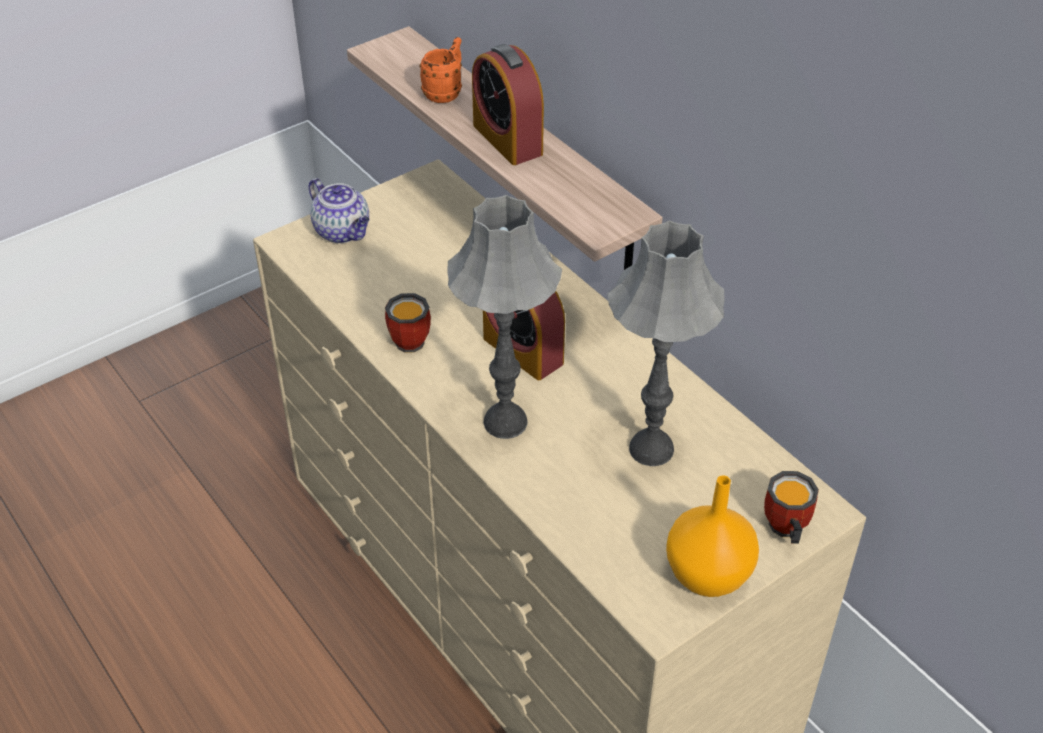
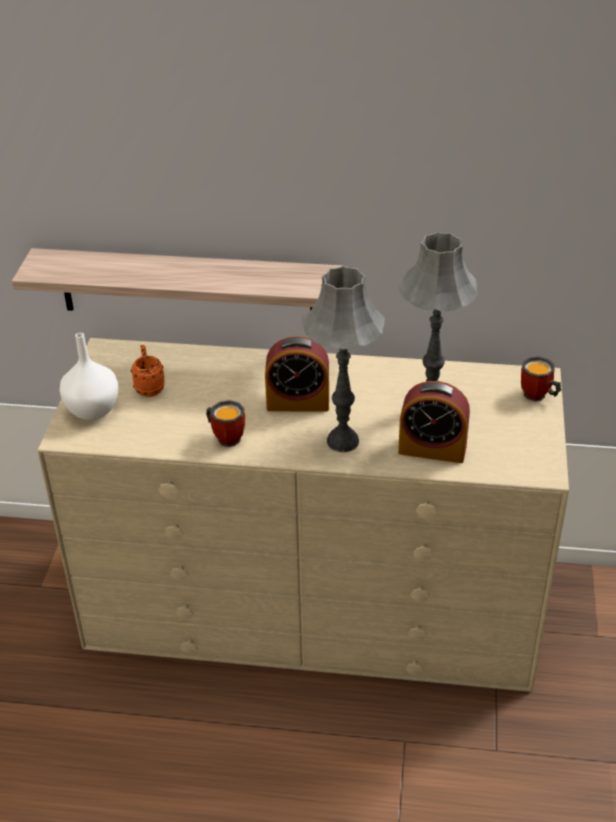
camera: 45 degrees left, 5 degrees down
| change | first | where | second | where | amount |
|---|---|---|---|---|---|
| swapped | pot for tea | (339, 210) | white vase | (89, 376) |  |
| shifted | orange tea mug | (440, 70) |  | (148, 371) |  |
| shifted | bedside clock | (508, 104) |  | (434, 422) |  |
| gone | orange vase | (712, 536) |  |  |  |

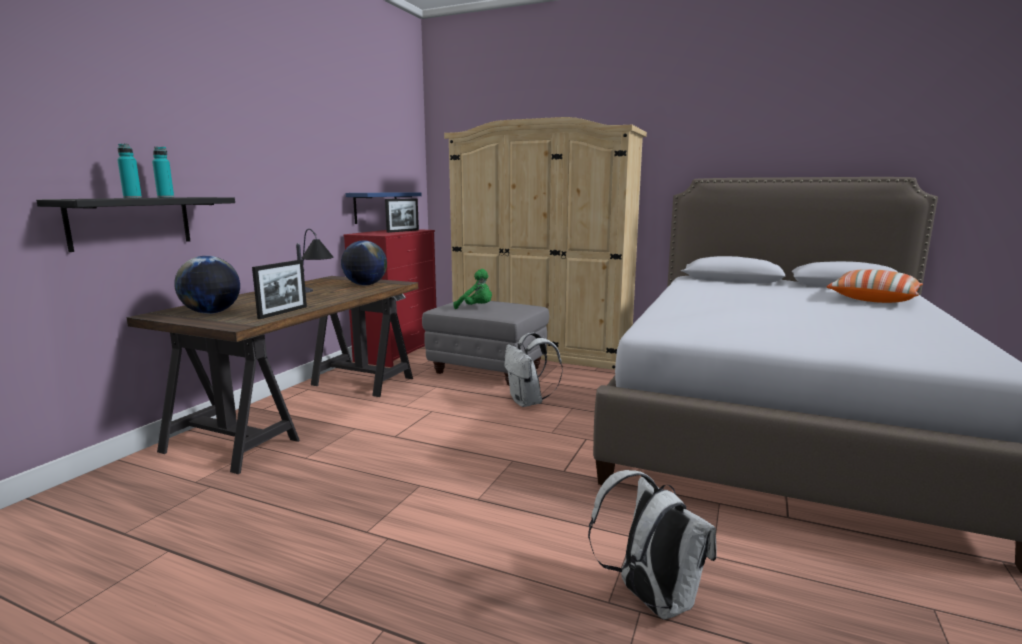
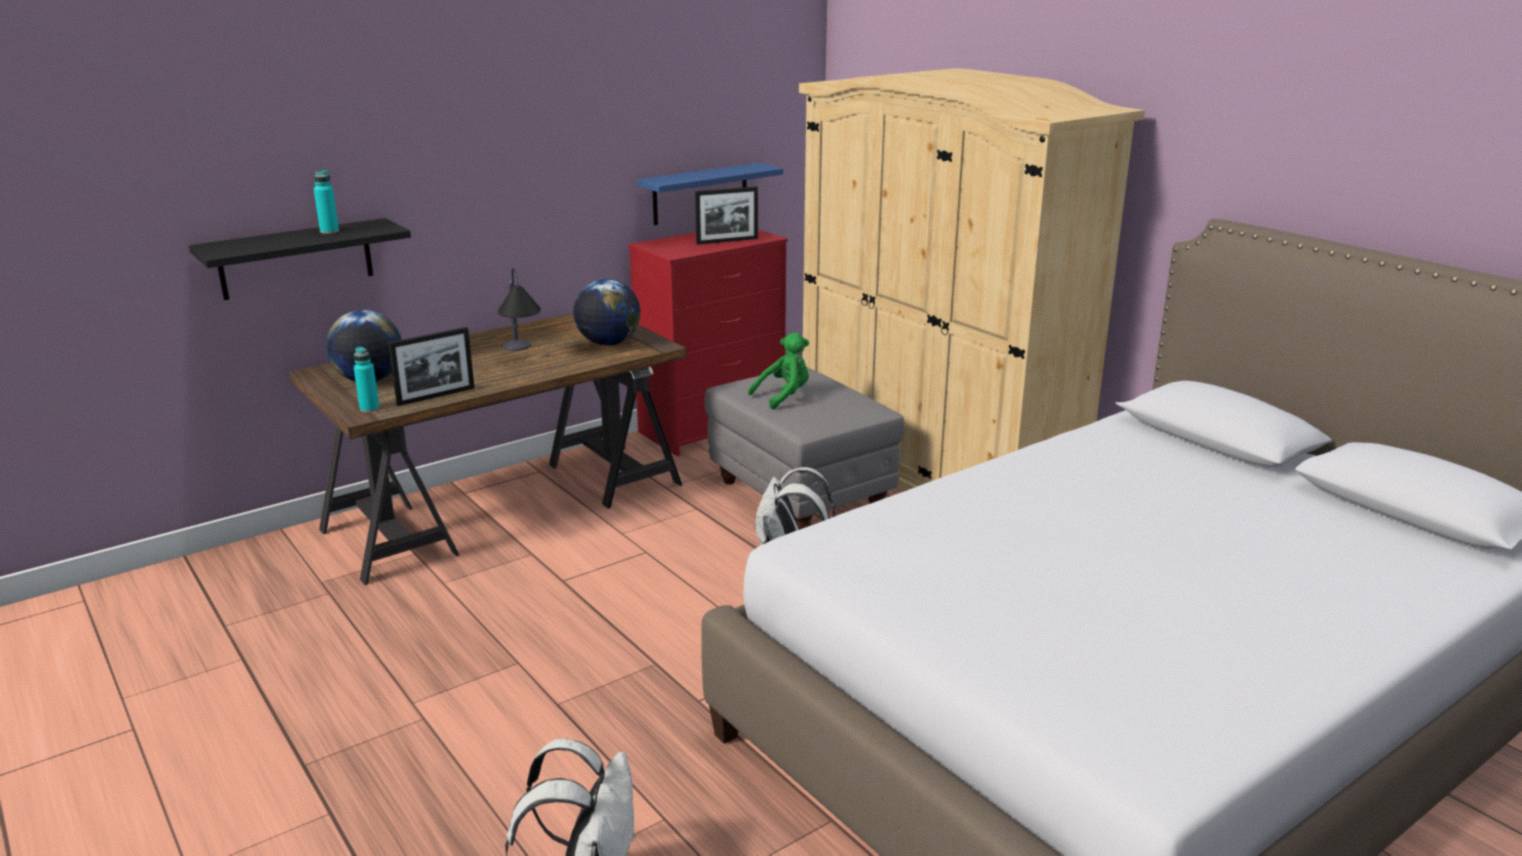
camera: 30 degrees right, 10 degrees up
| change | first | where | second | where | amount |
|---|---|---|---|---|---|
| shifted | blue-green beverage bottle | (129, 171) |  | (367, 379) |  |
| rotated | greenish plush toy | (472, 289) |  | (778, 371) | 90 degrees counterclockwise |
| gone | pillow | (875, 286) |  |  |  |

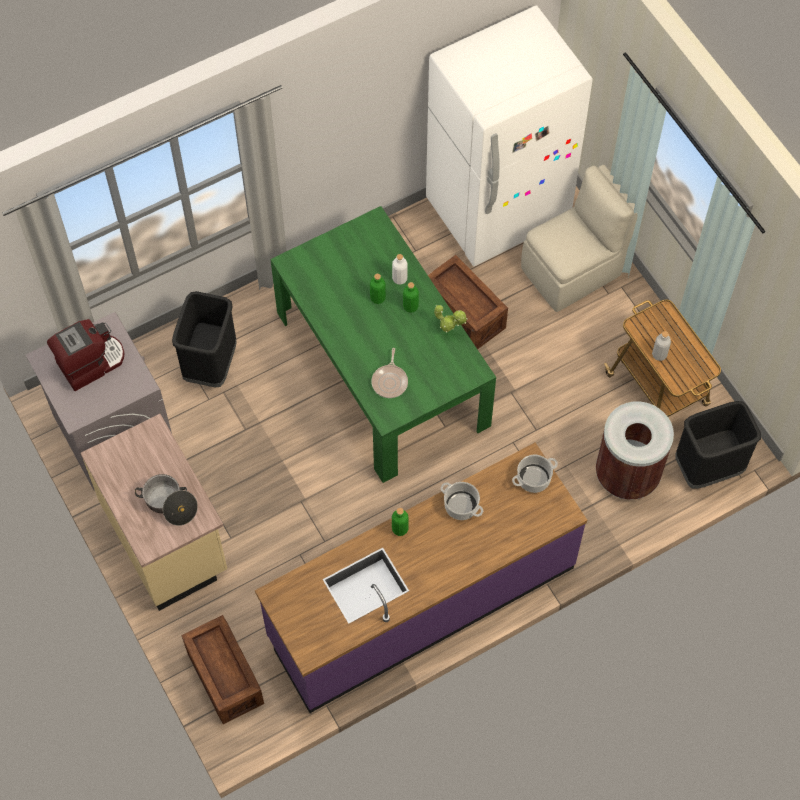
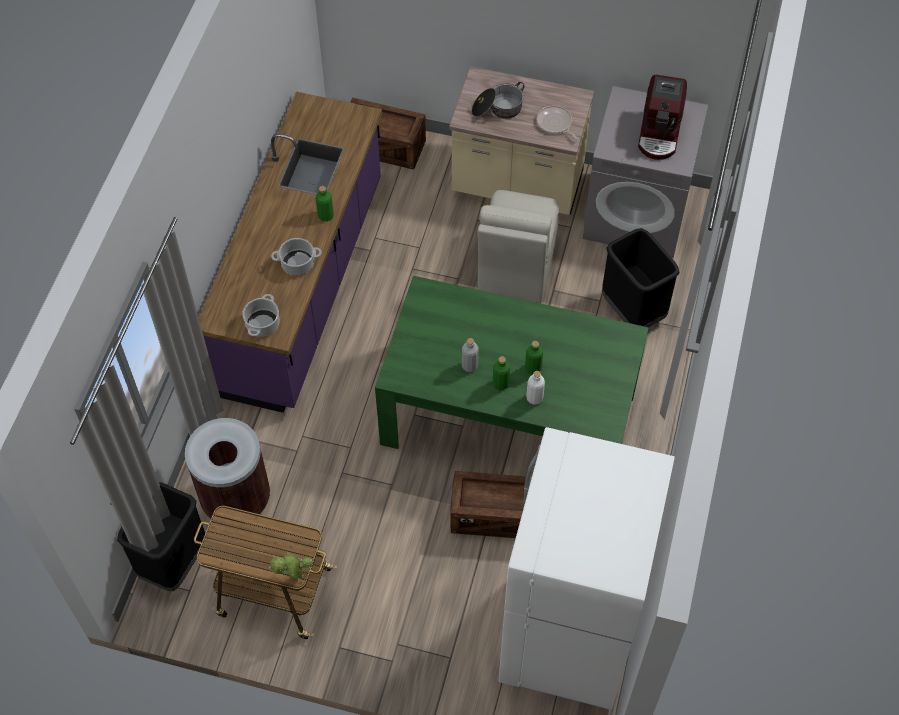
camera: 135 degrees right, 5 degrees down
| change | first | where | second | where | amount |
|---|---|---|---|---|---|
| shifted | pan | (389, 373) |  | (558, 123) |  |
| shifted | plant in a pot | (451, 319) |  | (291, 566) |  |
| shifted | beige-coloured chair | (579, 238) |  | (518, 247) |  |
| shifted | grey beverage bottle | (661, 346) |  | (470, 355) |  |

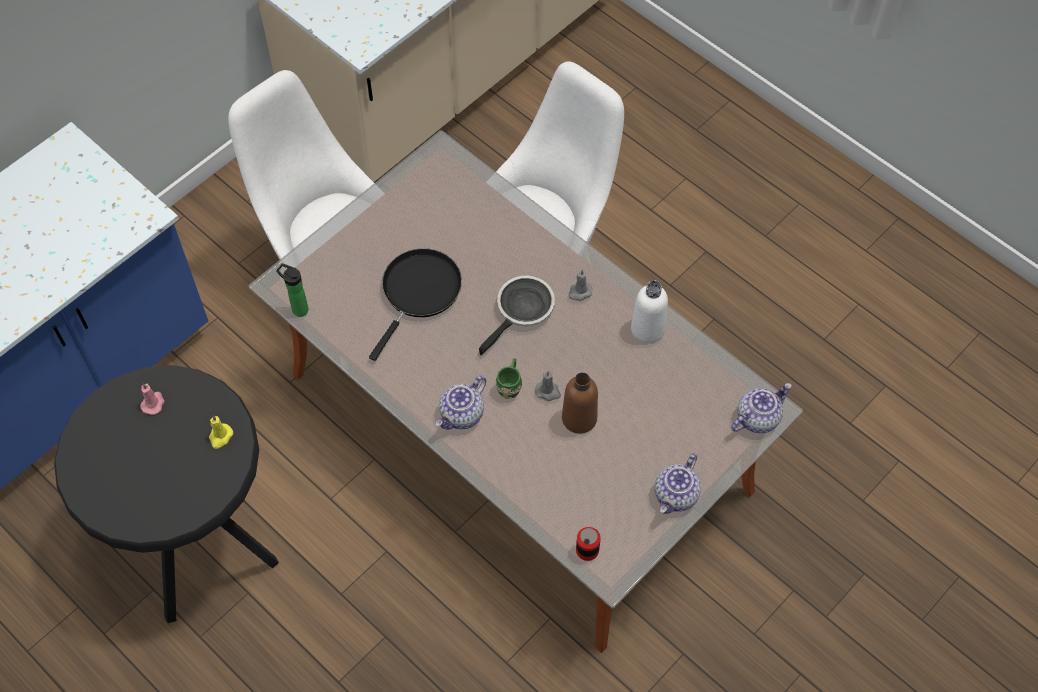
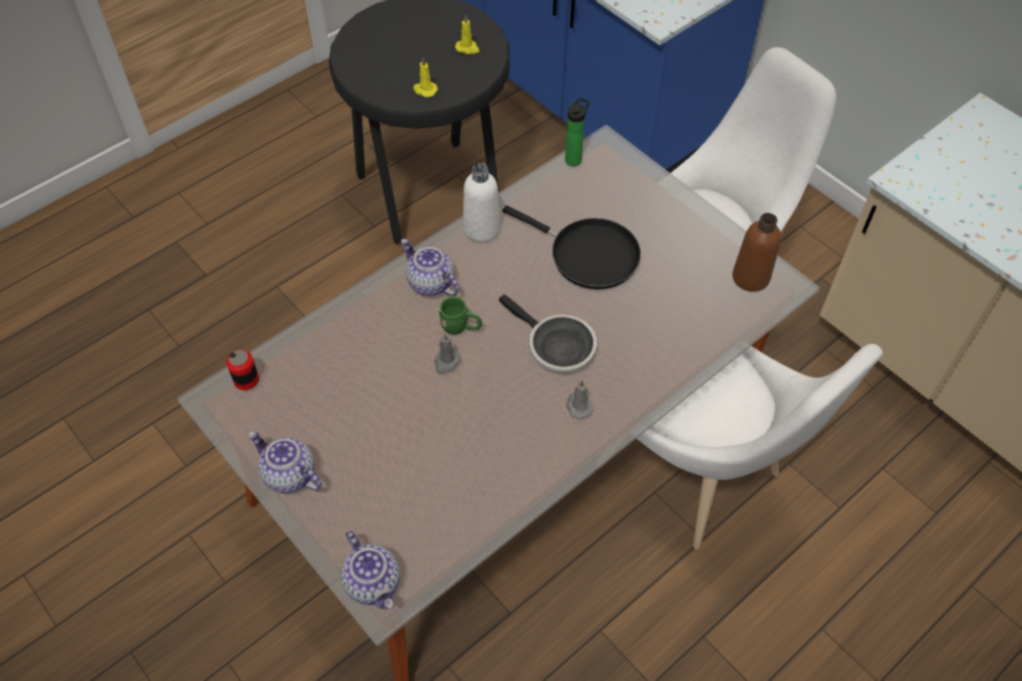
camera: 95 degrees right, 5 degrees down
| change | first | where | second | where | amount |
|---|---|---|---|---|---|
| repainted | pink-coloured wax light | (152, 399) | yellow-coloured wax light | (467, 34) |  |
| shifted | brown-coloured beverage bottle | (580, 403) |  | (757, 252) |  |
| shifted | white beverage bottle | (649, 311) |  | (481, 202) |  |

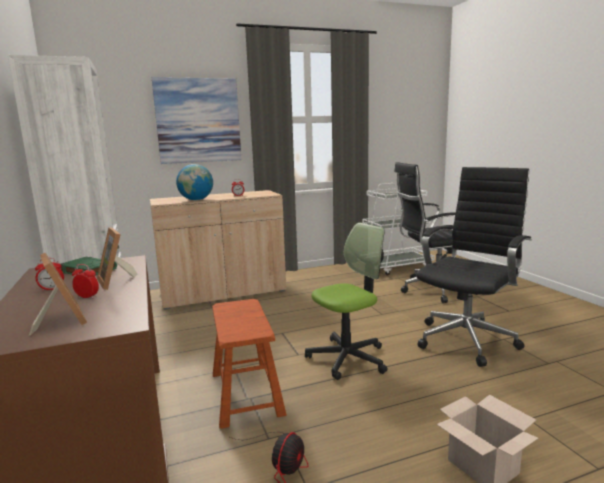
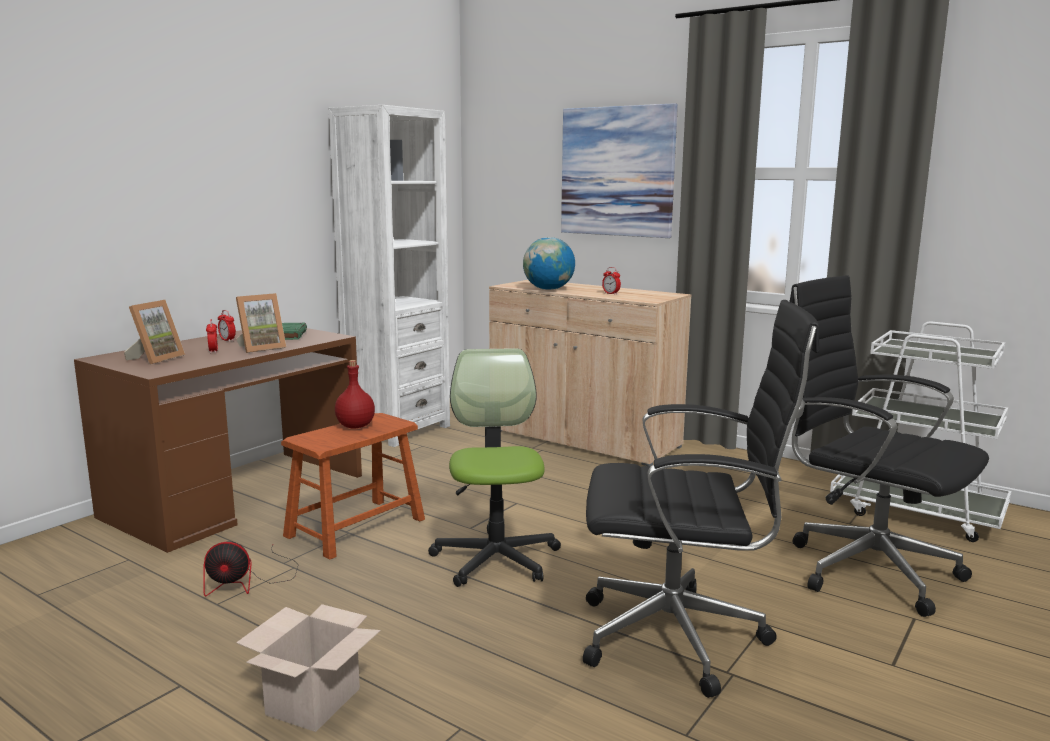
camera: 55 degrees right, 0 degrees up
| change | first | where | second | where | amount |
|---|---|---|---|---|---|
| rotated | picture frame | (117, 258) |  | (261, 323) | 150 degrees counterclockwise |
| rotated | computer chair | (346, 301) |  | (494, 467) | 120 degrees counterclockwise |
| new |  |  | red beverage bottle | (355, 394) |  |

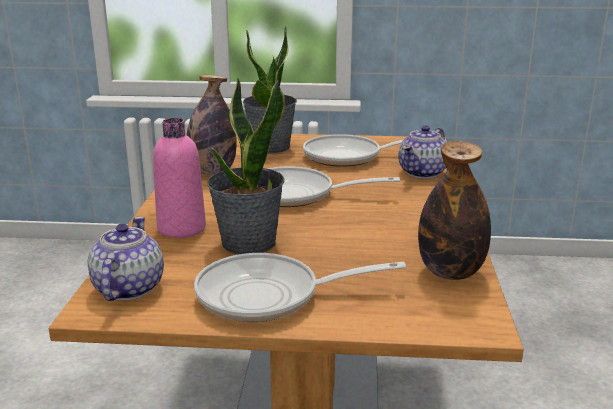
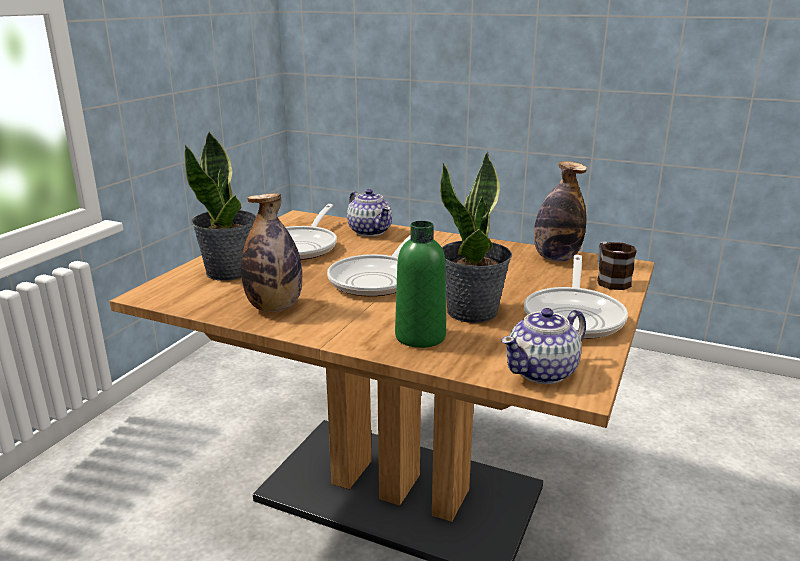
camera: 70 degrees left, 0 degrees up
| change | first | where | second | where | amount |
|---|---|---|---|---|---|
| rotated | pot for tea | (126, 258) |  | (543, 346) | 60 degrees counterclockwise |
| repainted | pink-coloured beverage bottle | (179, 178) | greenish beverage bottle | (420, 284) |  |
| new |  |  | tea mug | (617, 265) |  |

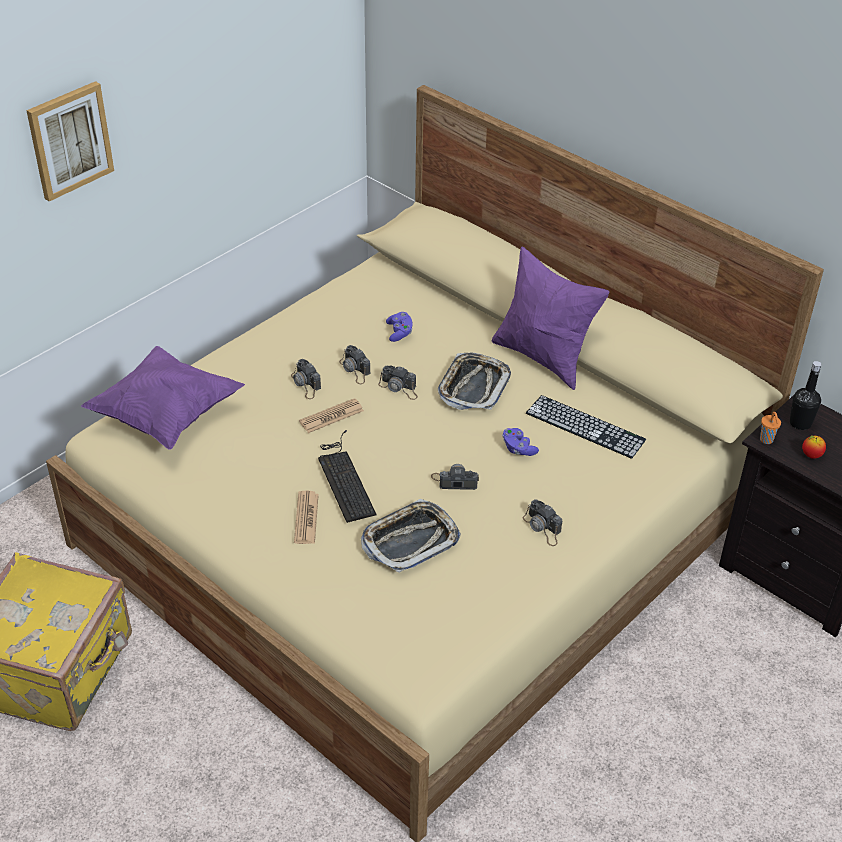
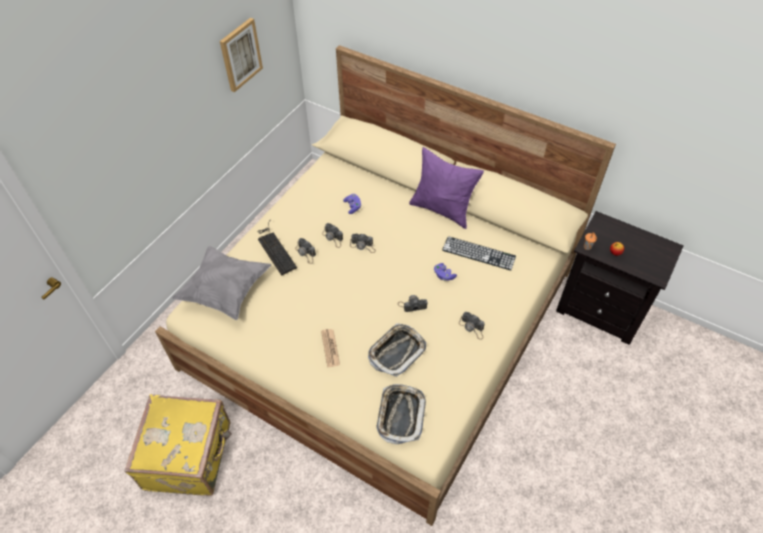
camera: 10 degrees left, 10 degrees up
| change | first | where | second | where | amount |
|---|---|---|---|---|---|
| shifted | wall picture | (70, 141) |  | (241, 55) |  |
| repainted | purplish pillow | (163, 398) | grey pillow | (221, 283) |  |
| gone | printed paper | (331, 415) |  |  |  |
| shifted | PC keyboard | (347, 476) |  | (277, 247) |  |
| shifted | tray | (474, 381) |  | (401, 414) |  |
| gone | black-coloured beverage bottle | (806, 395) |  |  |  |

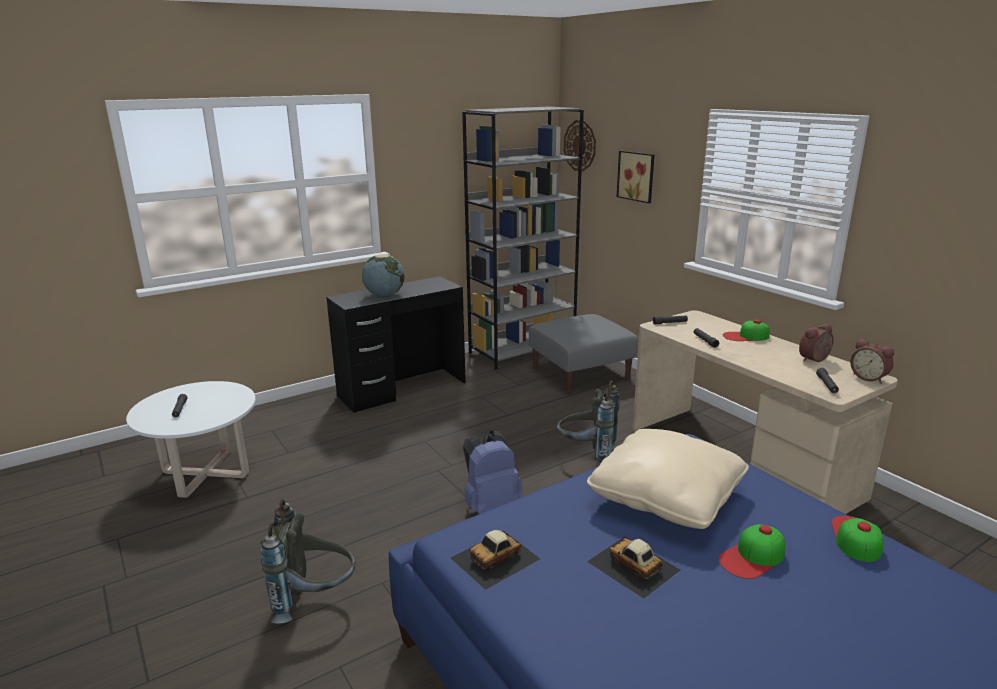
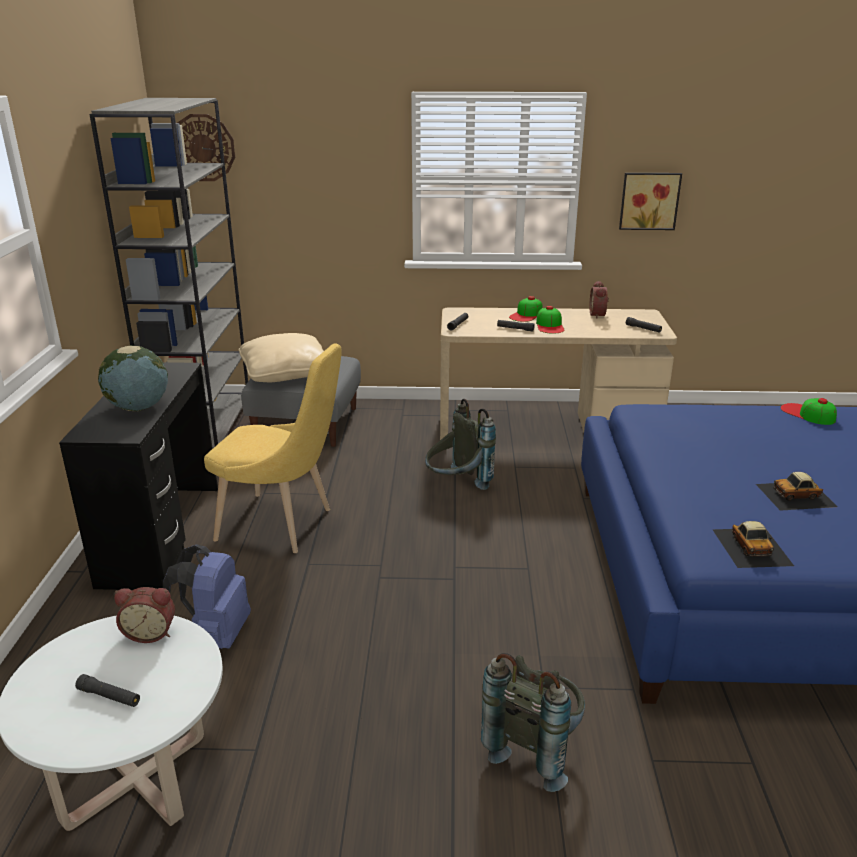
camera: 55 degrees left, 5 degrees up
| change | first | where | second | where | amount |
|---|---|---|---|---|---|
| shifted | blue-coloured knapsack | (493, 472) |  | (207, 596) |  |
| shifted | beige-coloured pillow | (668, 479) |  | (281, 357) |  |
| shifted | wall picture | (636, 177) |  | (650, 201) |  |
| shifted | cap | (752, 551) |  | (550, 320) |  |
| shifted | bedside clock | (872, 361) |  | (144, 615) |  |
| new |  |  | yellow-coloured chair | (273, 448) |  |

